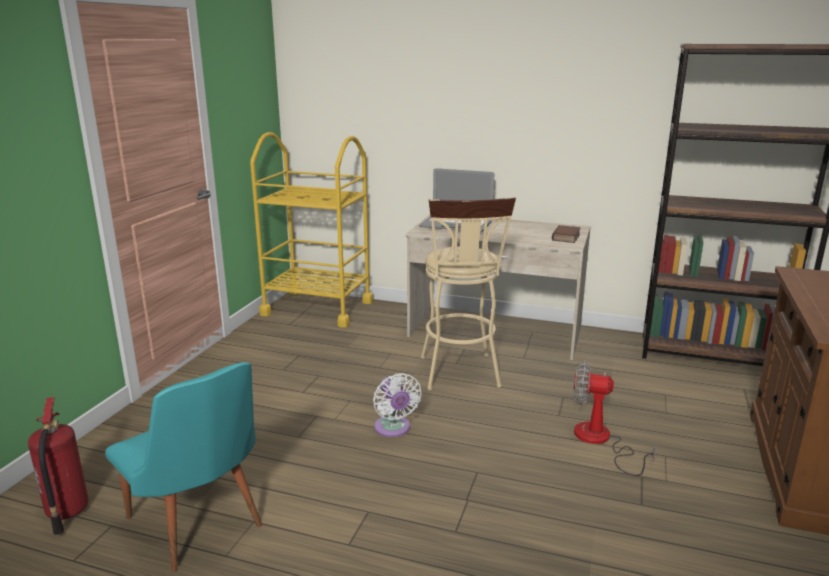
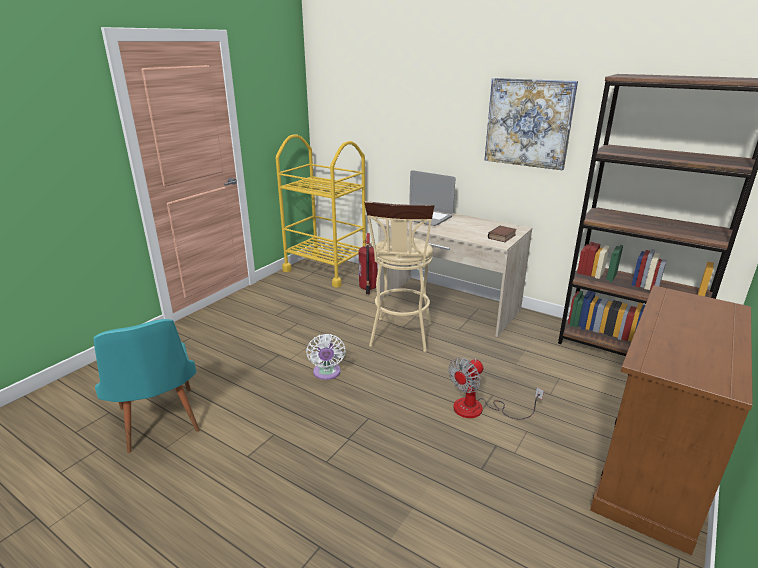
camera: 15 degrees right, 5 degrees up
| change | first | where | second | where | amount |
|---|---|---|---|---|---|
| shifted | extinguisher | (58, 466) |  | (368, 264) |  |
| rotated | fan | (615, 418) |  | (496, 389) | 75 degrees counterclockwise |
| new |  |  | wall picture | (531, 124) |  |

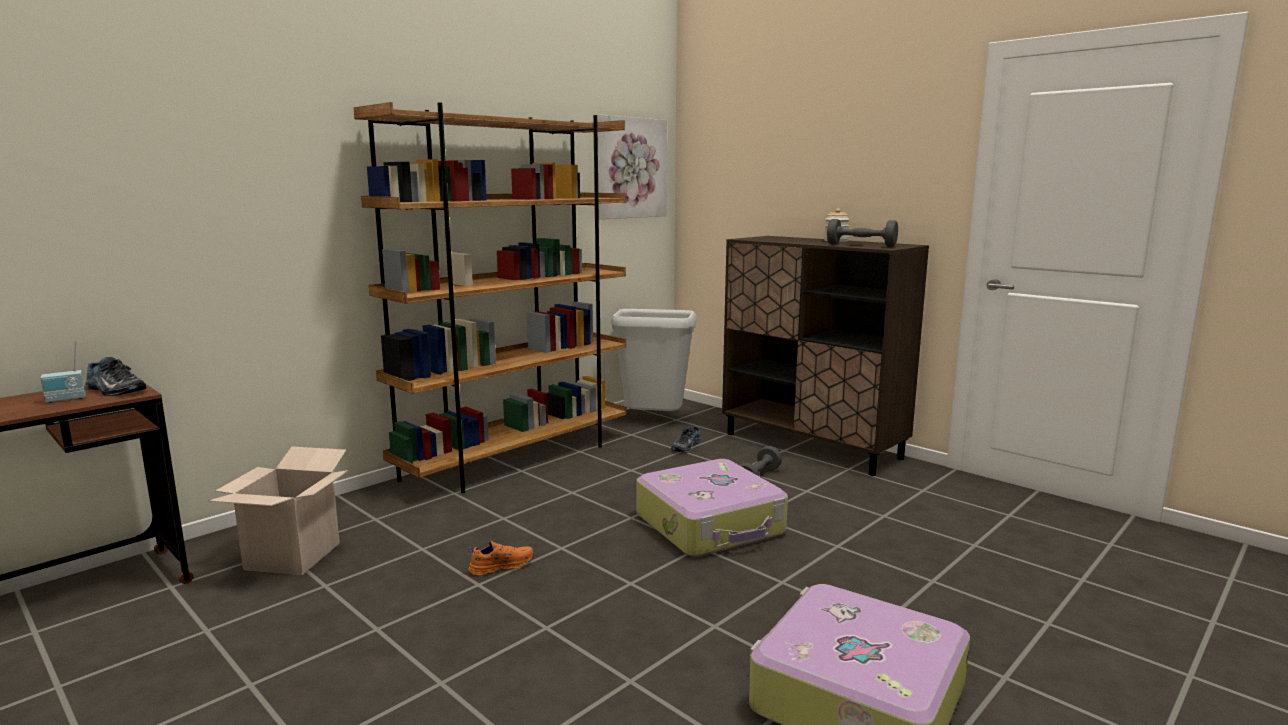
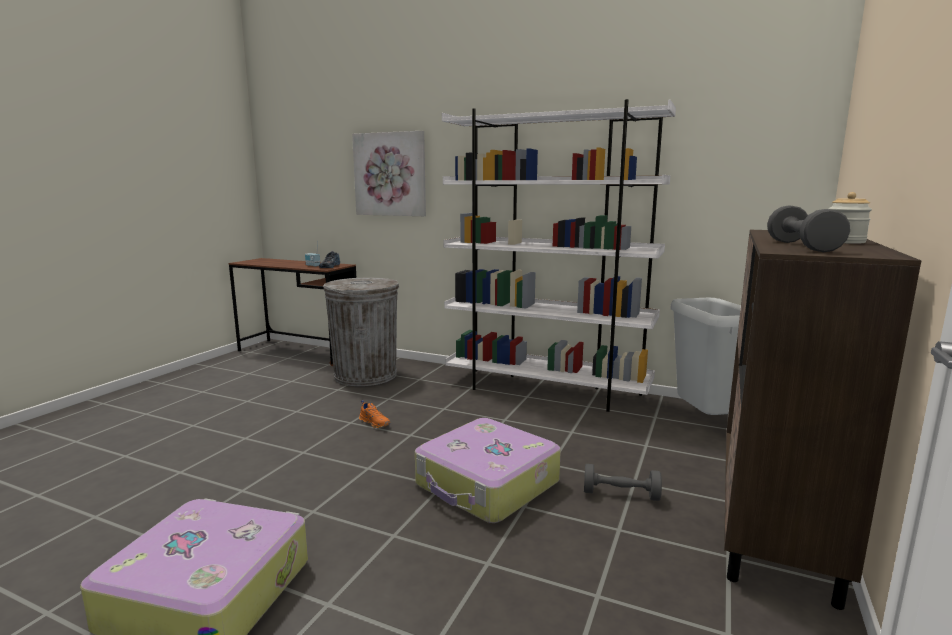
camera: 70 degrees right, 0 degrees up
| change | first | where | second | where | amount |
|---|---|---|---|---|---|
| swapped | cardboard box | (279, 510) | grey waste bin | (361, 332) |  |
| repainted | brown-coloured shelving unit | (490, 297) | white shelving unit | (559, 255) |  |
| shifted | wall picture | (630, 166) |  | (389, 173) |  |
| gone | shoe | (686, 439) |  |  |  |

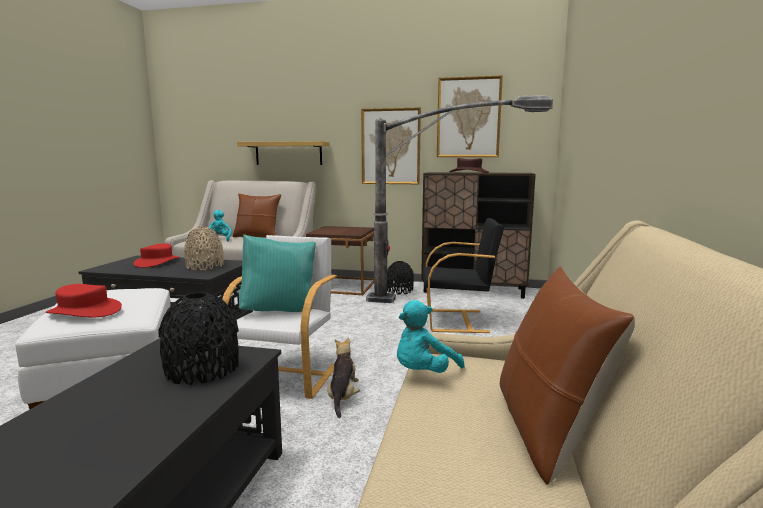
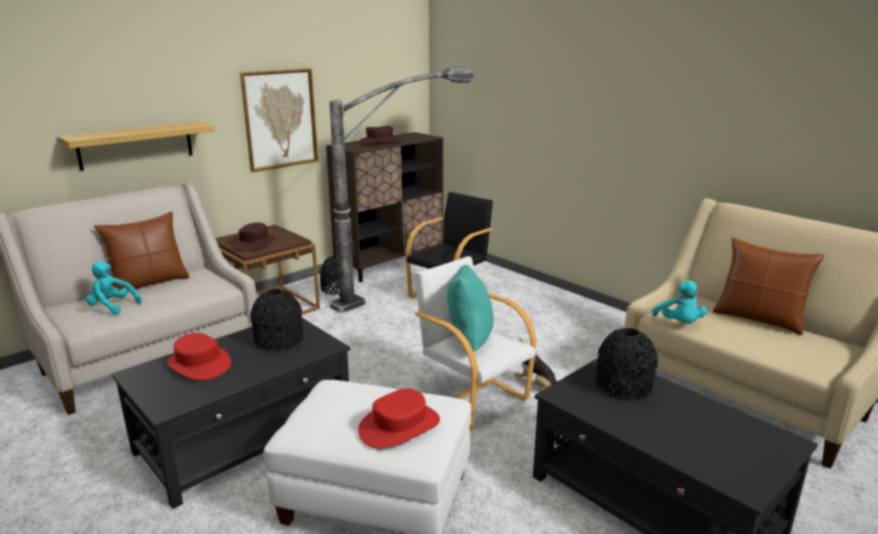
camera: 55 degrees left, 10 degrees up
| change | first | where | second | where | amount |
|---|---|---|---|---|---|
| repainted | beige-coloured vase | (204, 248) | black-coloured vase | (276, 320) |  |
| gone | wall picture | (470, 116) |  |  |  |
| new |  |  | brown-coloured clothing hat | (254, 237) |  |

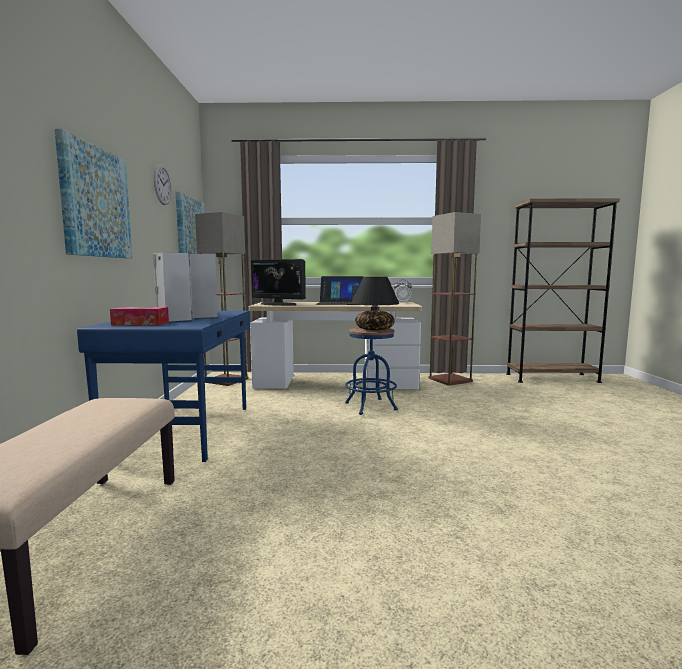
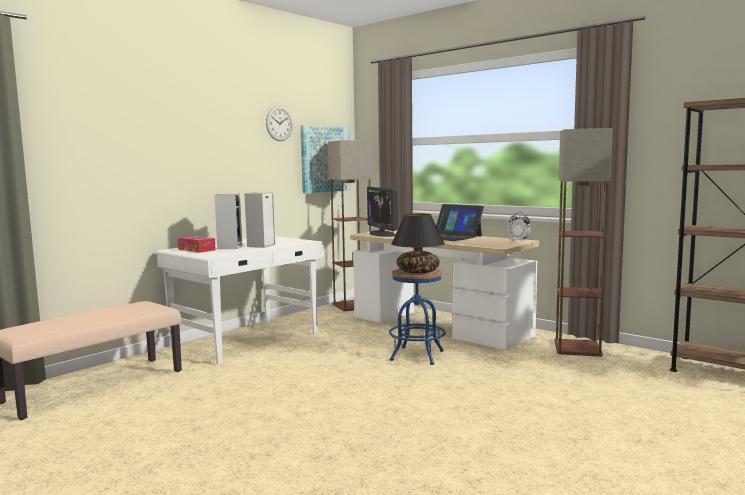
camera: 40 degrees right, 0 degrees up
| change | first | where | second | where | amount |
|---|---|---|---|---|---|
| gone | wall picture | (93, 193) |  |  |  |
| repainted | blue-coloured desk table | (163, 386) | white desk table | (240, 300) |  |

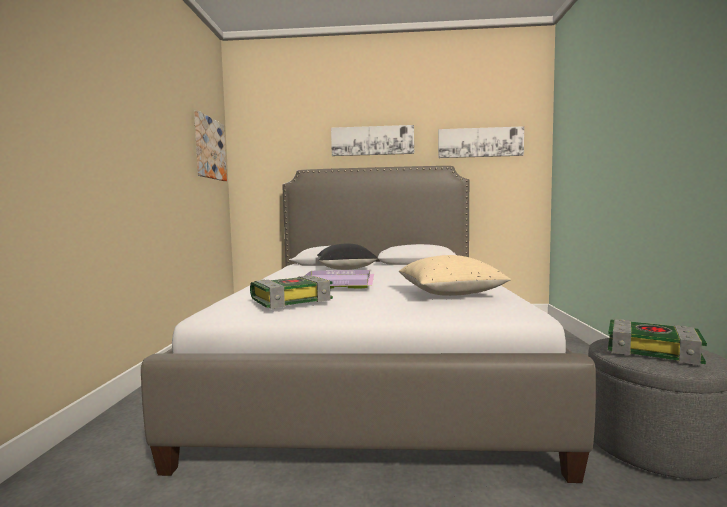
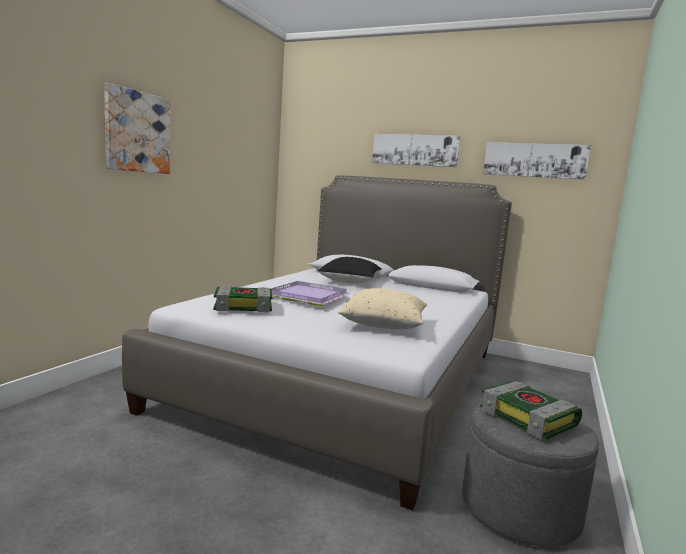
camera: 20 degrees right, 5 degrees up
| change | first | where | second | where | amount |
|---|---|---|---|---|---|
| shifted | wall picture | (210, 146) |  | (137, 128) |  |

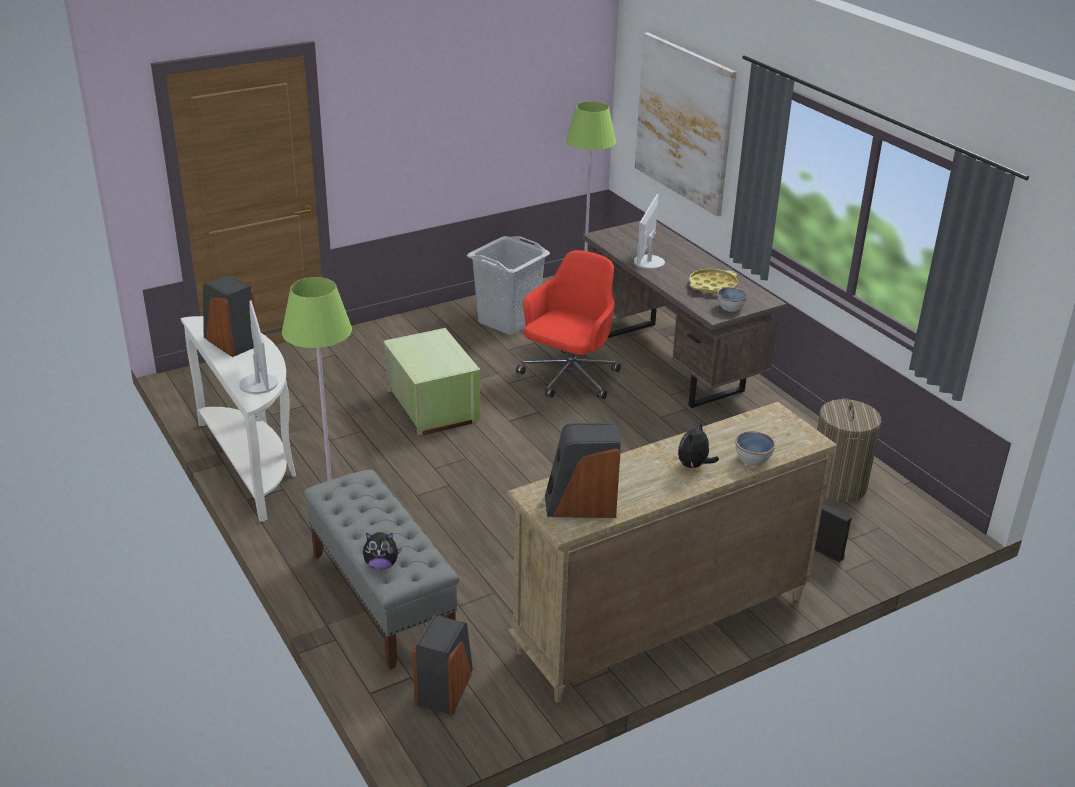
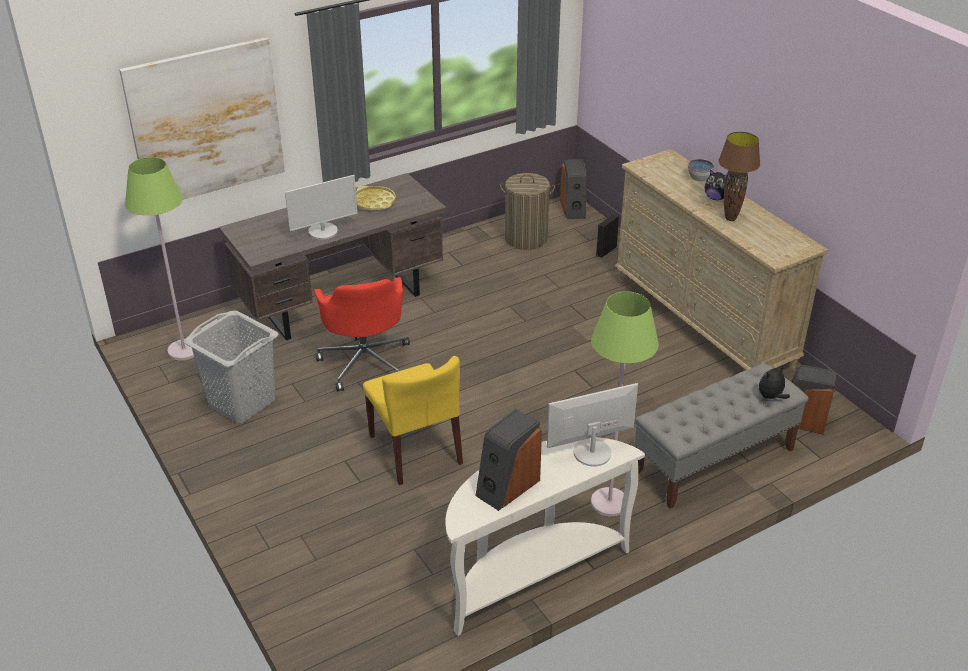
camera: 90 degrees left, 5 degrees up
| change | first | where | second | where | amount |
|---|---|---|---|---|---|
| rotated | plush toy | (382, 551) |  | (774, 382) | 120 degrees counterclockwise |
| swapped | greenish storage box | (432, 382) | yellow-coloured chair | (413, 420) |  |
| rotated | red computer chair | (568, 324) |  | (362, 334) | 135 degrees counterclockwise |
| shifted | loudspeaker | (583, 470) |  | (573, 189) |  |
| rotated | monitor | (649, 231) |  | (321, 207) | 45 degrees counterclockwise |
| gone | bowl | (732, 299) |  |  |  |
| new |  |  | brown-coloured tabletop lamp | (739, 176) |  |

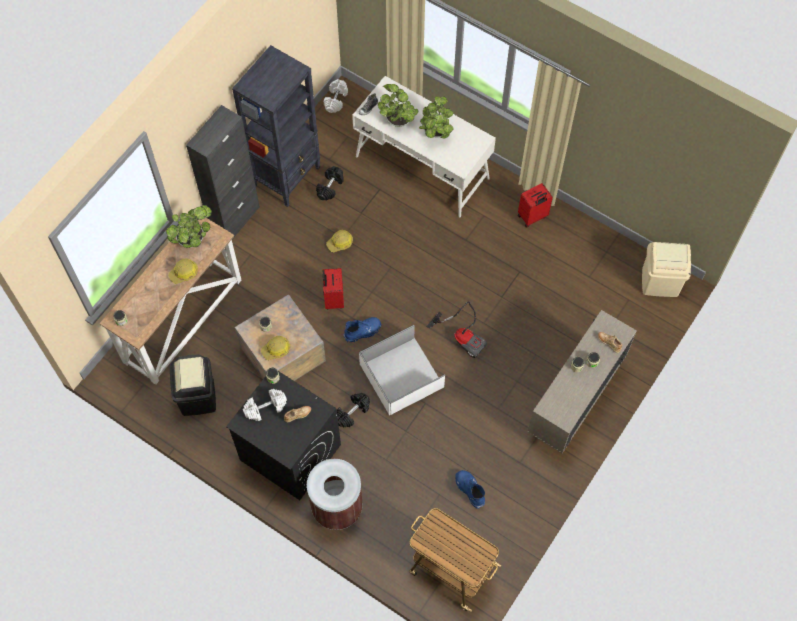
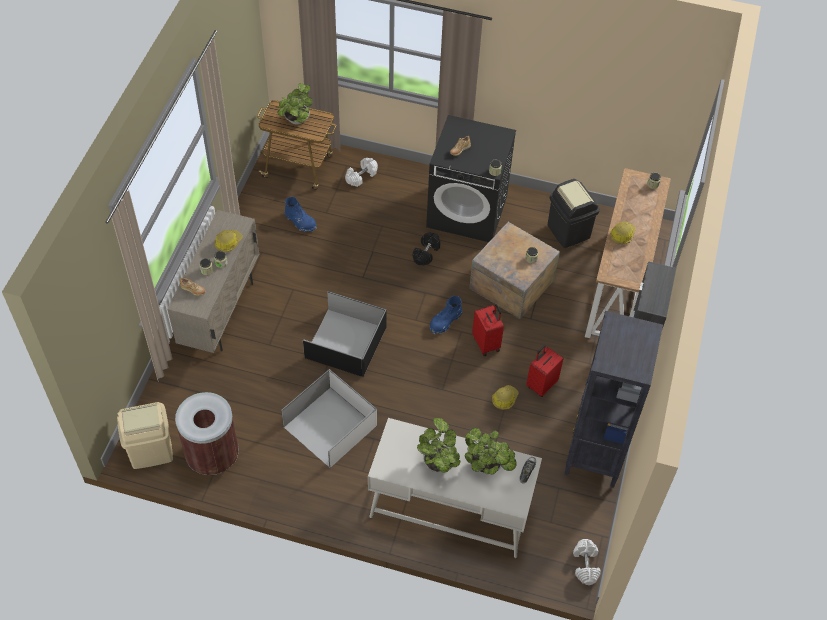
camera: 160 degrees right, 10 degrees down
| change | first | where | second | where | amount |
|---|---|---|---|---|---|
| shifted | plant in a pot | (189, 226) |  | (295, 104) |  |
| shifted | white free weight | (265, 405) |  | (361, 172) |  |
| shifted | hard hat | (275, 348) |  | (228, 241) |  |
| shifted | brown-coloured waste bin | (335, 494) |  | (207, 433) |  |
| gone | black-coloured free weight | (330, 183) |  |  |  |
| shifted | white storage box | (402, 370) |  | (329, 418) |  |
| swapped | vacuum cleaner | (457, 329) | black-coloured storage box | (345, 334) |  |
| shifted | red travel case | (535, 205) |  | (545, 371) |  |

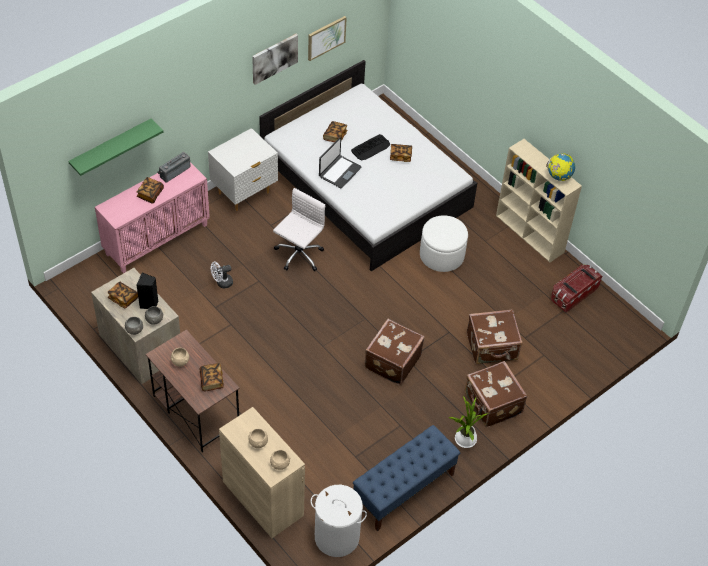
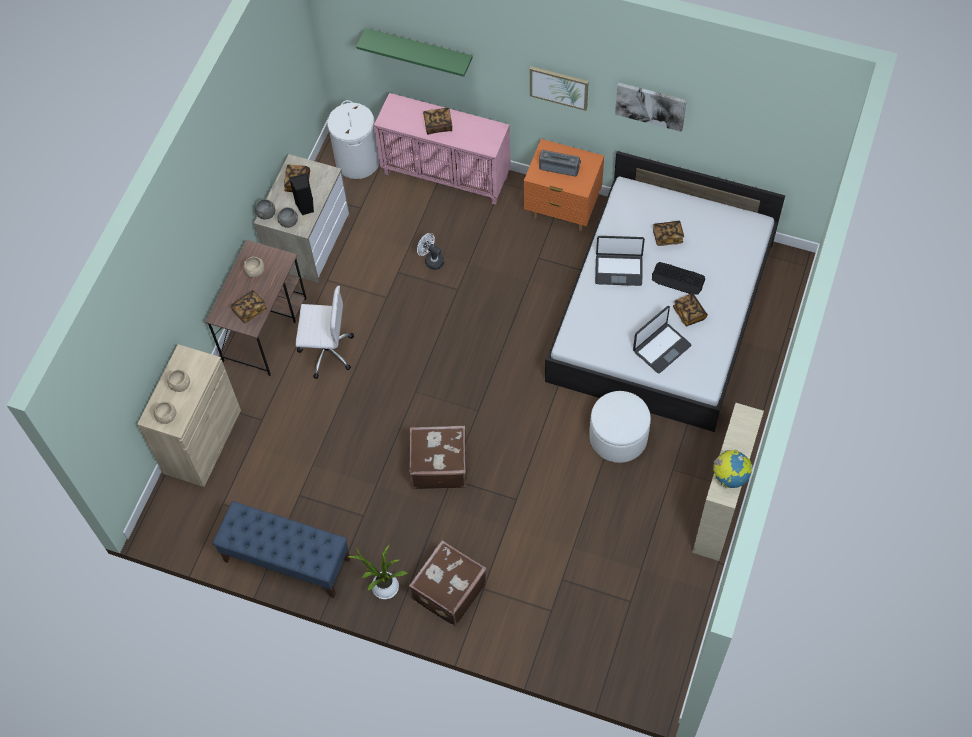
camera: 65 degrees right, 10 degrees up
| change | first | where | second | where | amount |
|---|---|---|---|---|---|
| shifted | radio set | (174, 167) |  | (560, 163) |  |
| repainted | white night table | (243, 169) | orange night table | (564, 185) |  |
| shifted | white computer chair | (299, 229) |  | (325, 332) |  |
| shifted | wall picture | (327, 38) |  | (559, 88) |  |
| shifted | white hamper | (339, 521) |  | (353, 139) |  |
| gone | brown-coloured travel case | (494, 337) |  |  |  |
| gone | storage box | (576, 289) |  |  |  |
| new |  |  | laptop | (662, 340) |  |

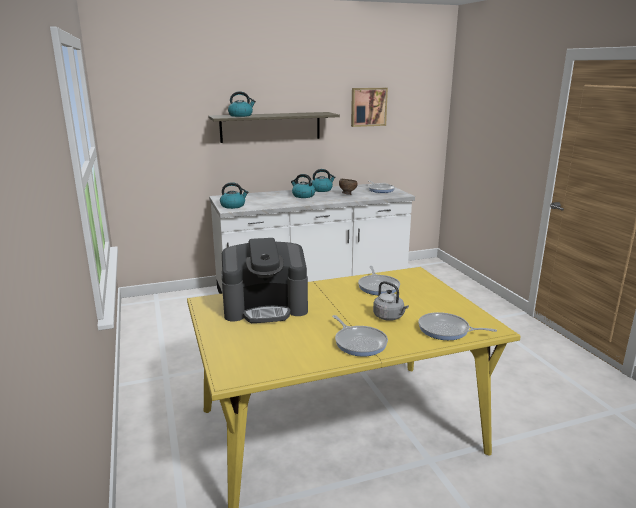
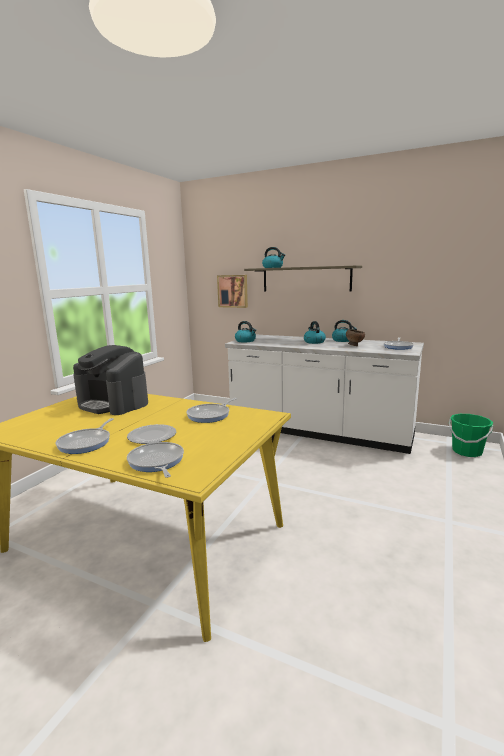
camera: 45 degrees right, 5 degrees down
| change | first | where | second | where | amount |
|---|---|---|---|---|---|
| shifted | wall picture | (369, 107) |  | (232, 291) |  |
| swapped | grey tea kettle | (391, 301) | flat dish | (151, 434) |  |
| new |  |  | greenish pail | (471, 435) |  |

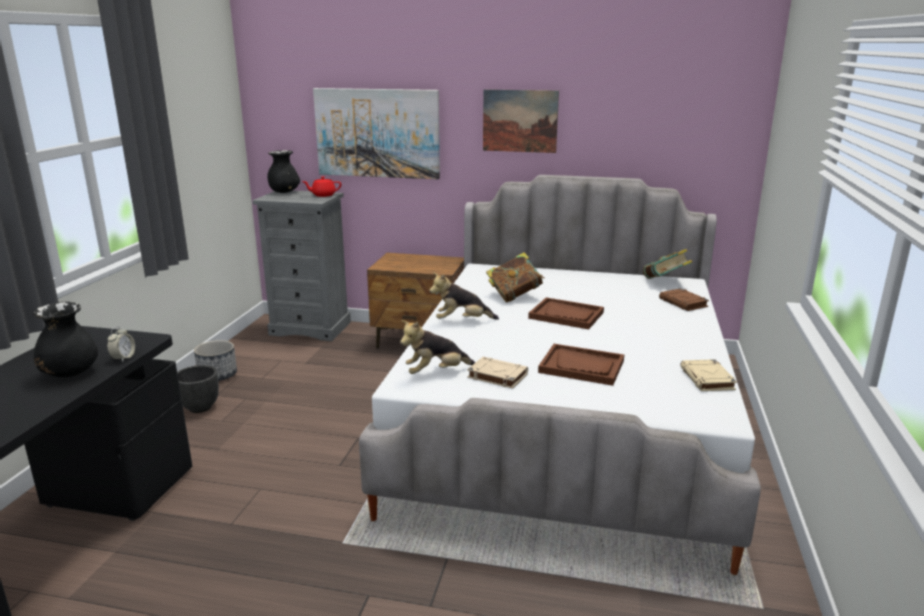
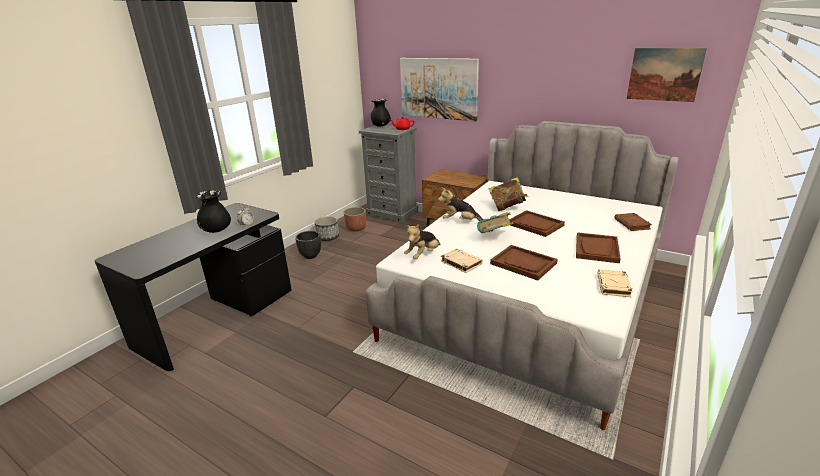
camera: 20 degrees right, 5 degrees up
| change | first | where | second | where | amount |
|---|---|---|---|---|---|
| rotated | plush toy | (437, 347) |  | (422, 241) | 45 degrees counterclockwise |
| shifted | wall picture | (521, 121) |  | (667, 75) |  |
| shifted | bound book | (667, 264) |  | (495, 222) |  |
| new |  |  | plant pot | (355, 219) |  |
| new |  |  | brown-coloured tray | (598, 247) |  |

